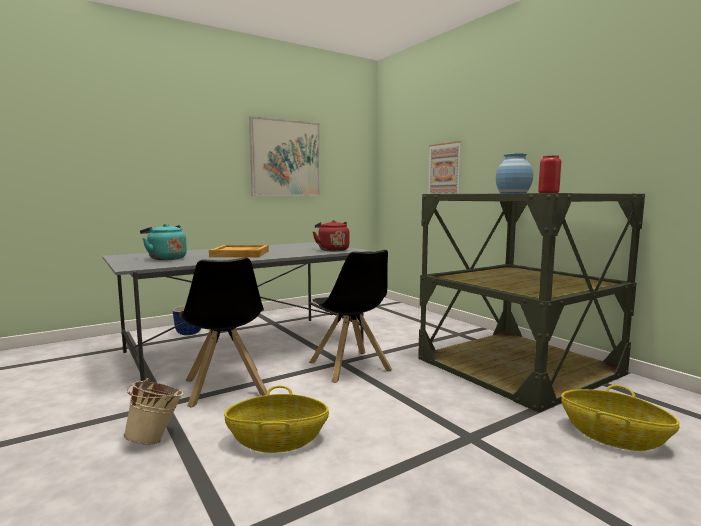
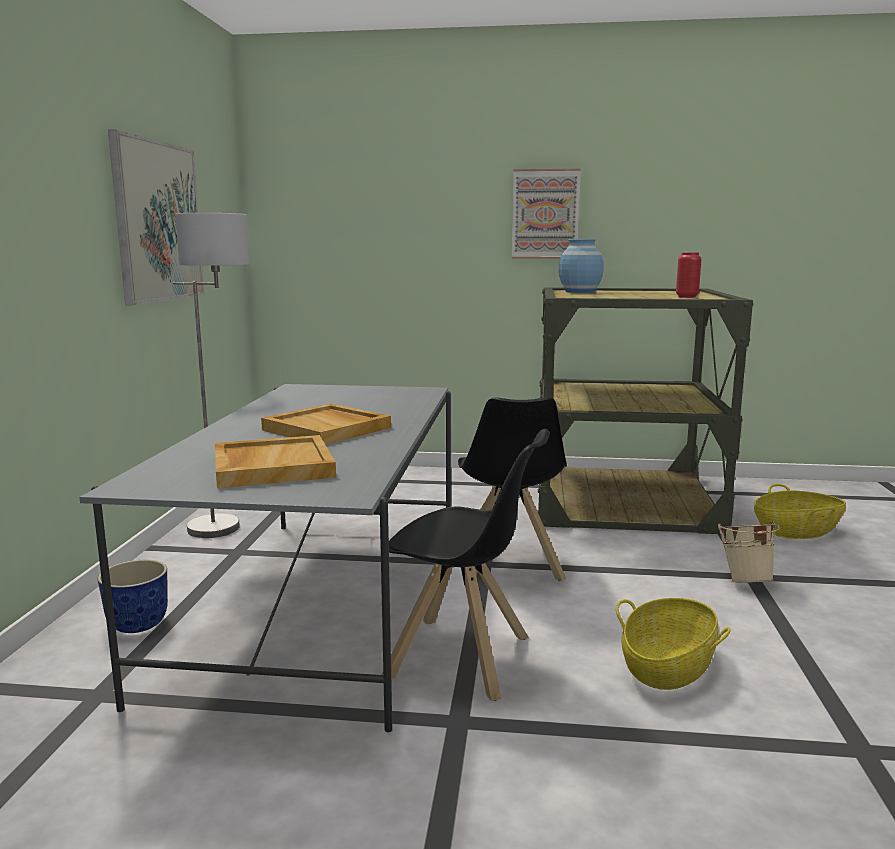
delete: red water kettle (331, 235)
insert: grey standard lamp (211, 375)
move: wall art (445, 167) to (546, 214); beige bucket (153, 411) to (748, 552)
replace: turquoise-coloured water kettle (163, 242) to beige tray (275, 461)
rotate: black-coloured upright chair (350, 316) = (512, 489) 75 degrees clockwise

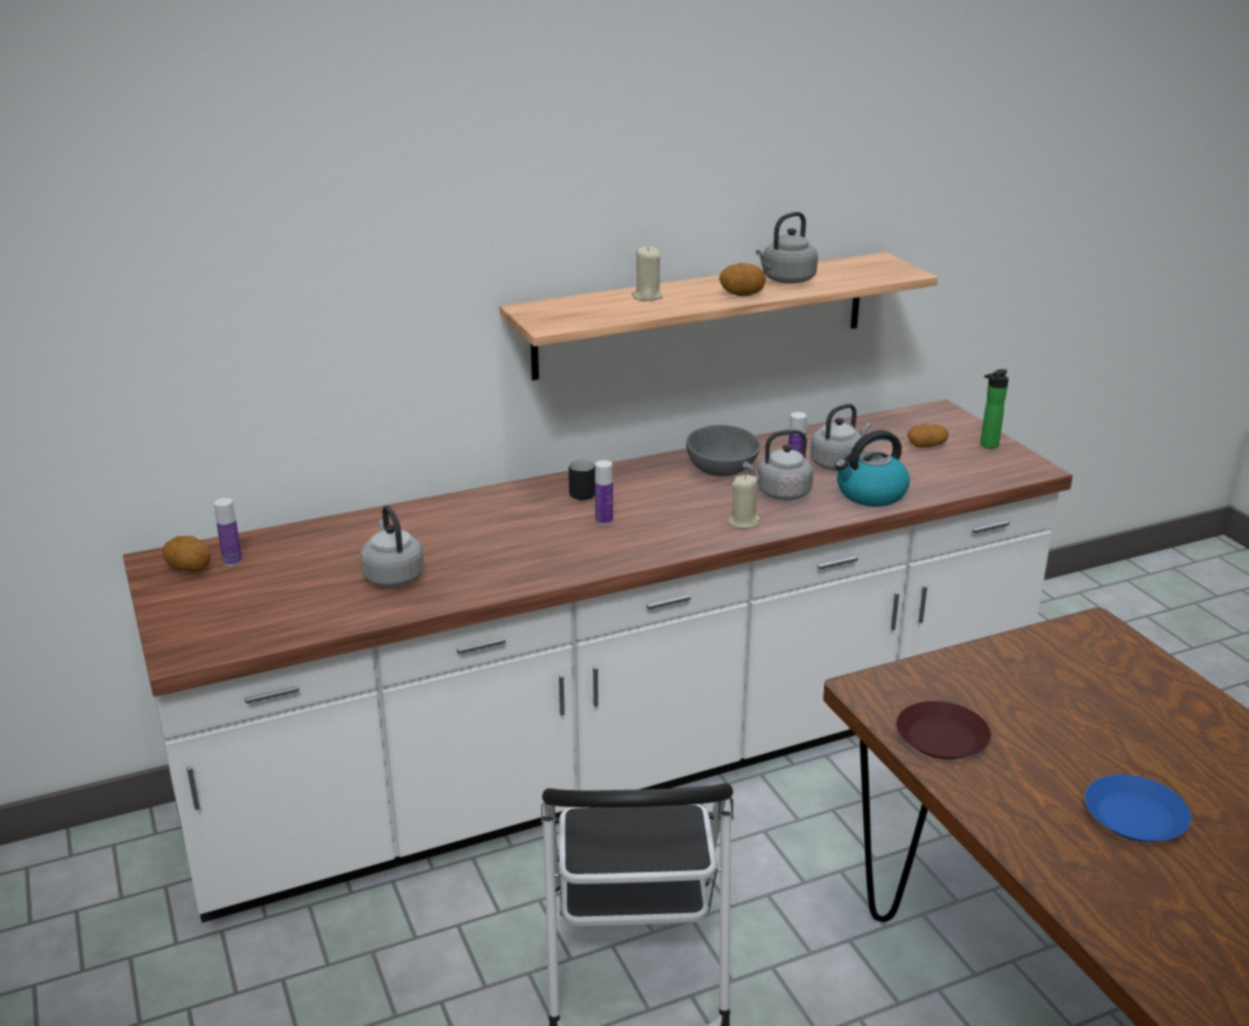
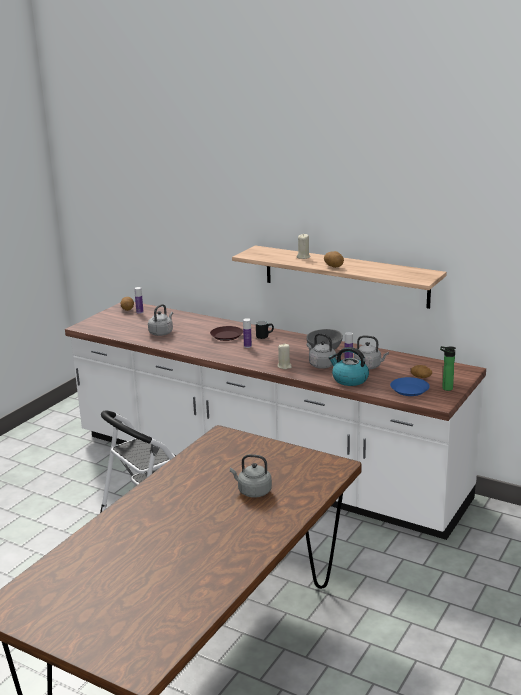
move: grey water kettle (787, 248) to (251, 476); brownish plate (943, 730) to (226, 333); blue-coloured plate (1138, 808) to (410, 386)

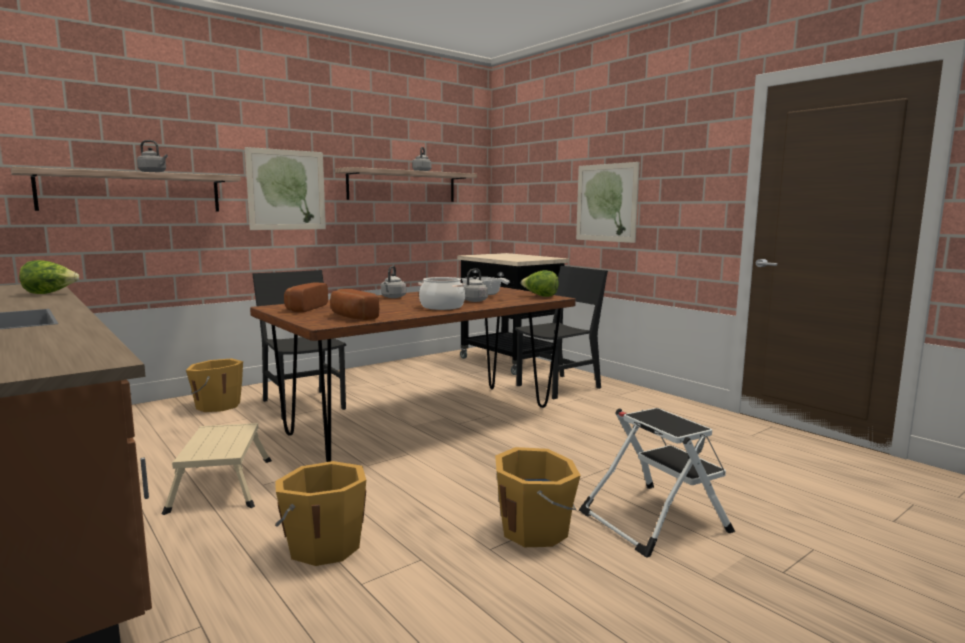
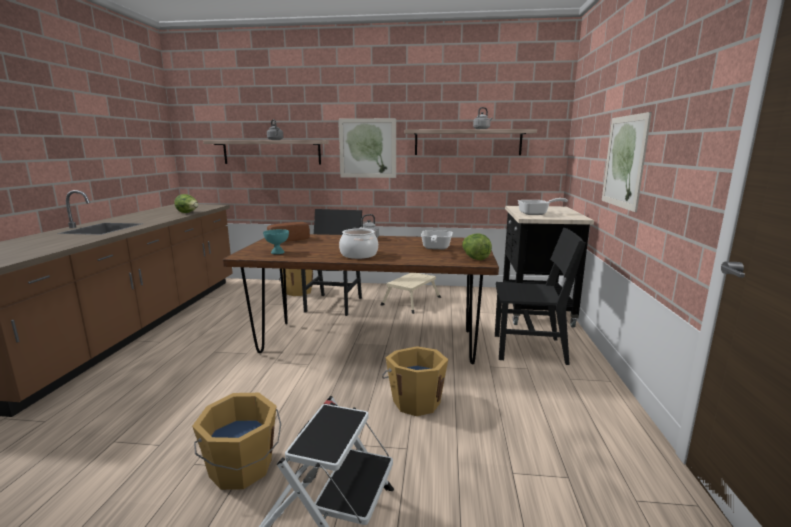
delete: grey water kettle (476, 285)
insert: frying pan (543, 206)
move: beige step stool (217, 469) to (411, 293); orange-coloured bucket (320, 513) to (415, 381)
replace: bakery bread (354, 304) to turquoise-coloured deep dish (276, 241)

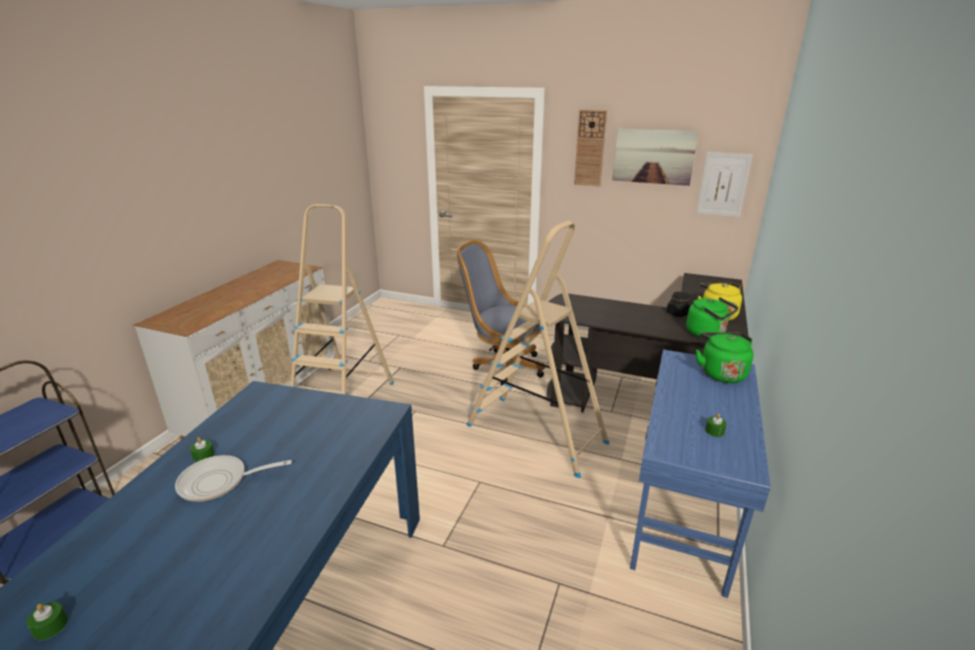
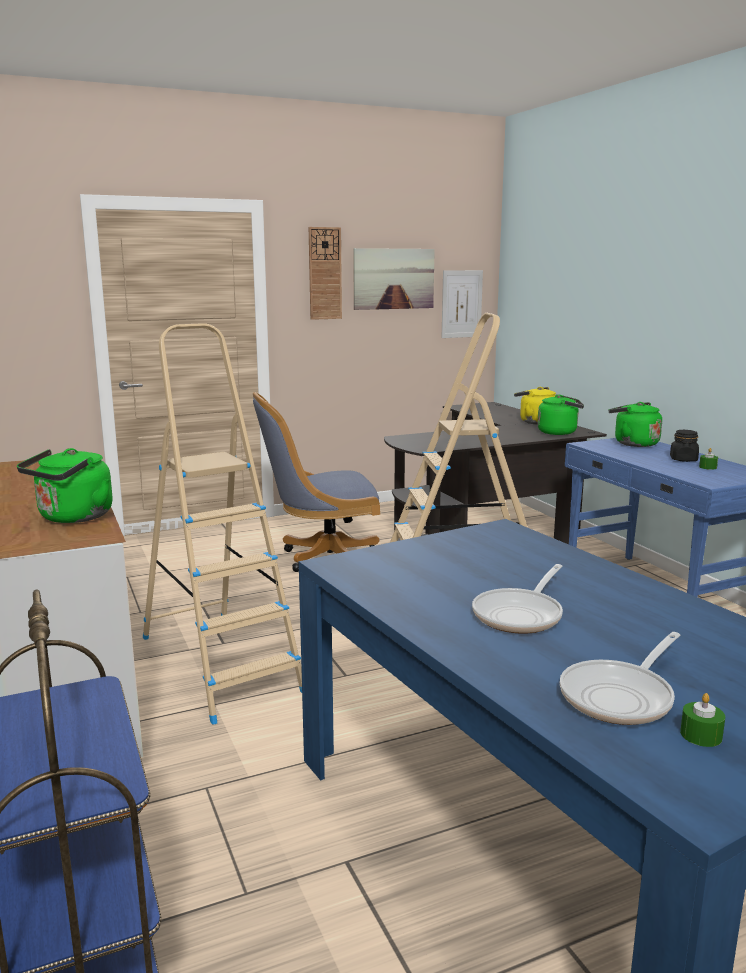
delete: green wax candle (202, 449)
insert: green water kettle (65, 485); frying pan (620, 678)
move: black-coloured preserve jar (678, 304) to (684, 446)

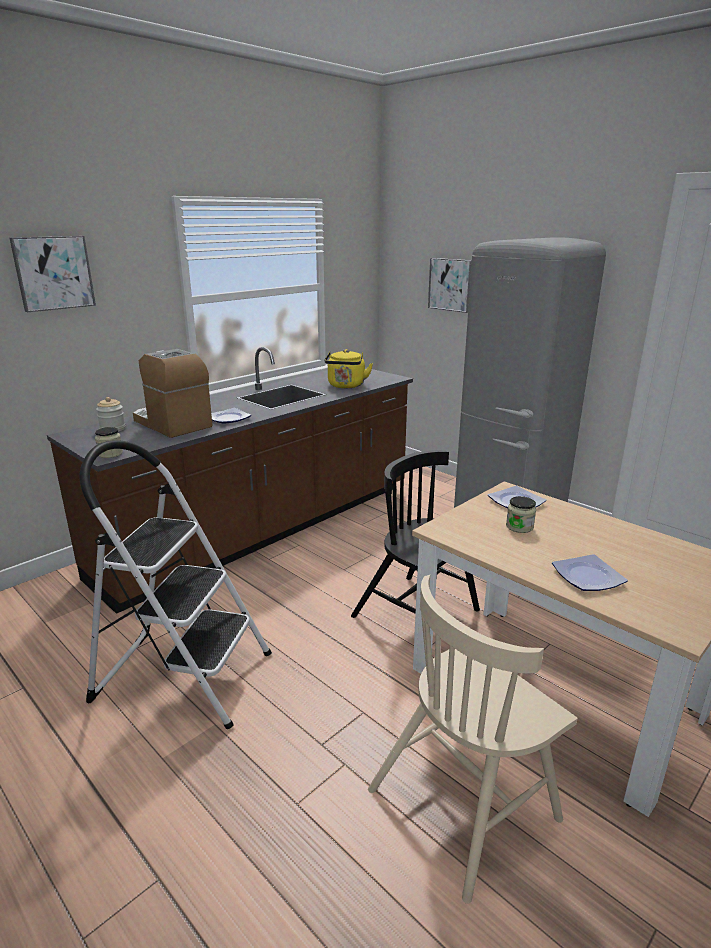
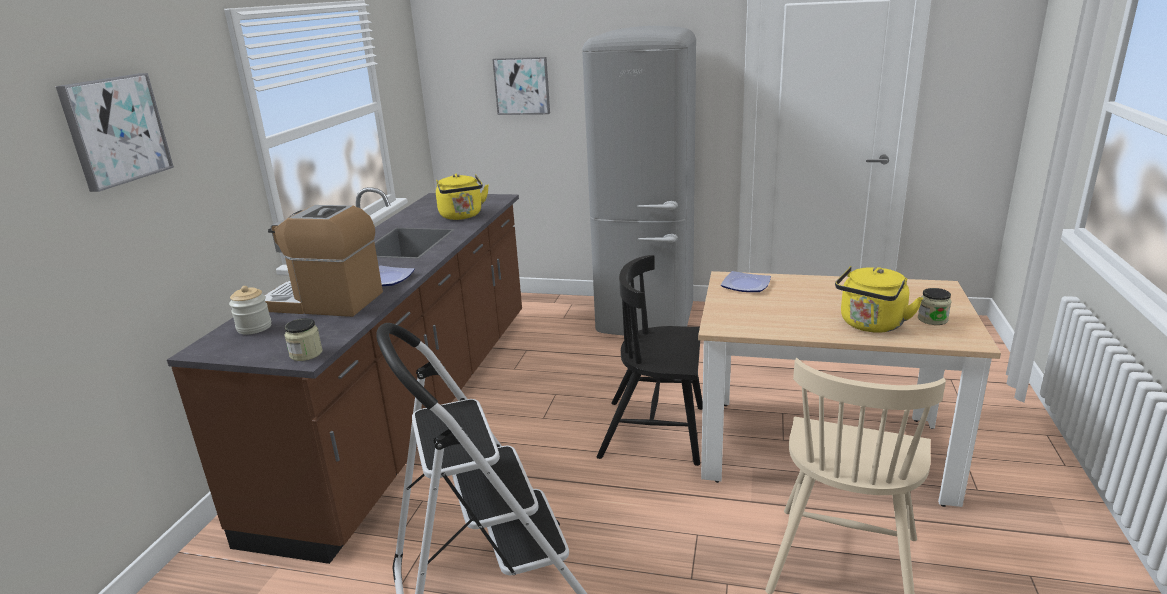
move: preserve jar (521, 514) to (934, 306)
replace: plate (590, 572) to yellow water kettle (879, 299)

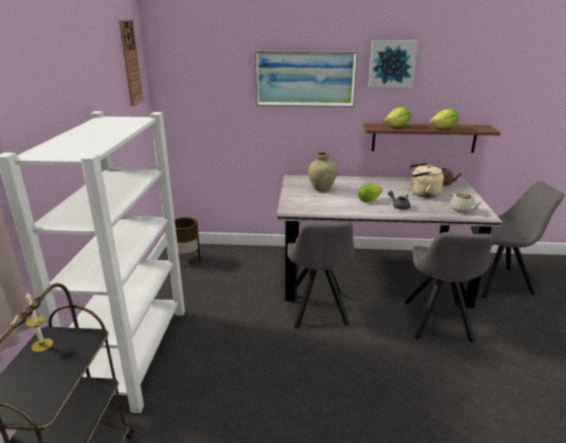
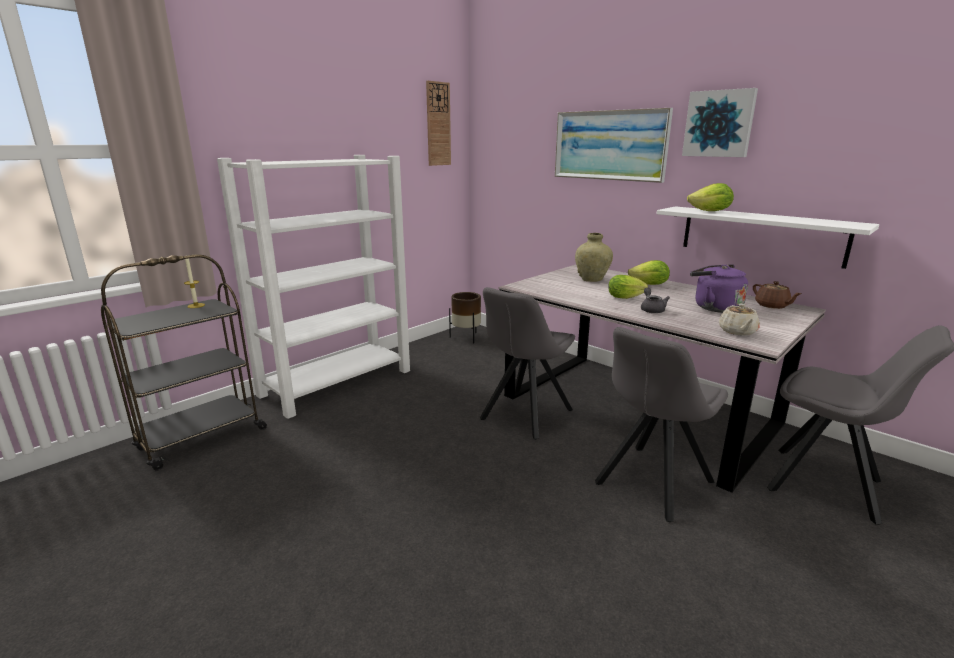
move: lettuce head (444, 118) to (649, 272)
recolor: brownish bracket shelf (432, 138) to white-coloured bracket shelf (768, 237); beige water kettle (426, 180) to purplish water kettle (719, 288)

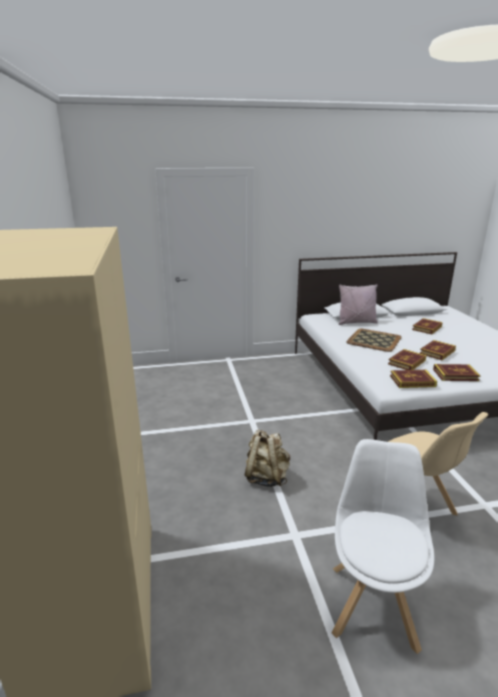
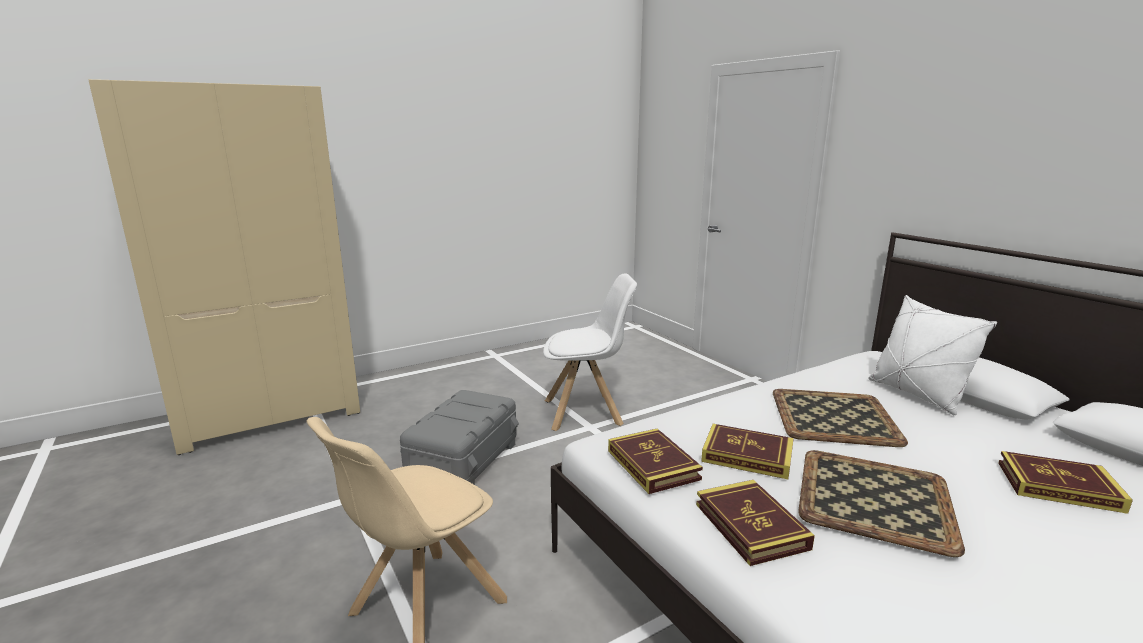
move: white-coloured upright chair (382, 546) to (590, 352)
replace: bound book (438, 350) to tray (881, 503); beige knapsack (267, 458) to grey storage bin (459, 437)
recolor: purplish throw pillow (358, 304) to white-coloured throw pillow (933, 355)

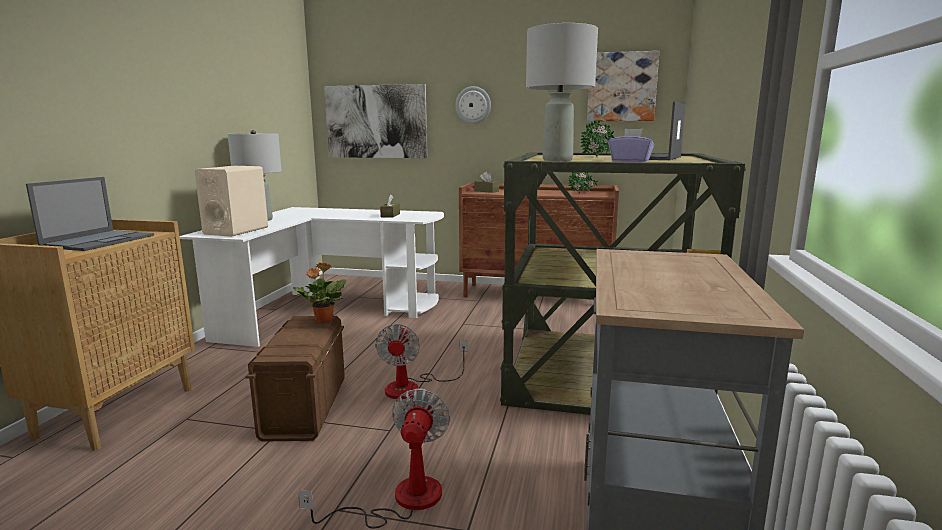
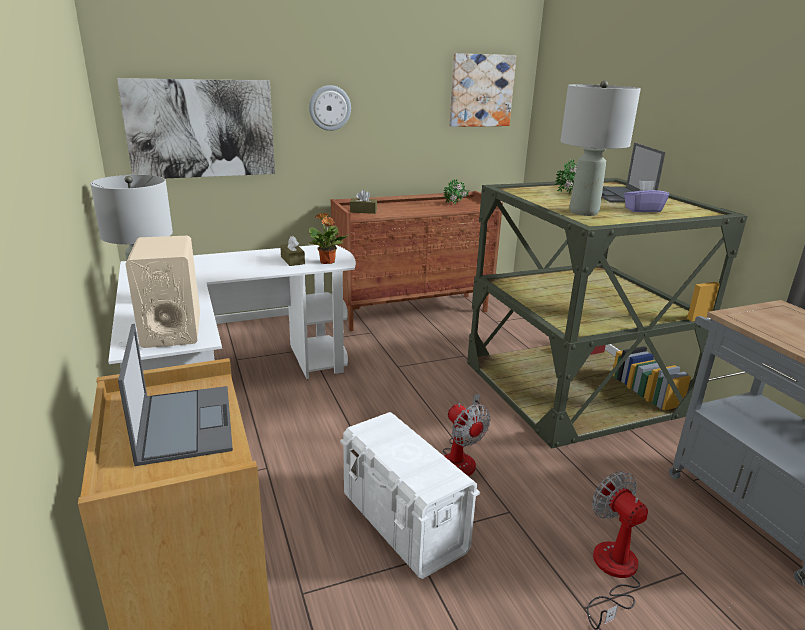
move: plant in a pot (319, 292) to (328, 238)
recolor: brownish storage bin (295, 379) to white-coloured storage bin (410, 495)

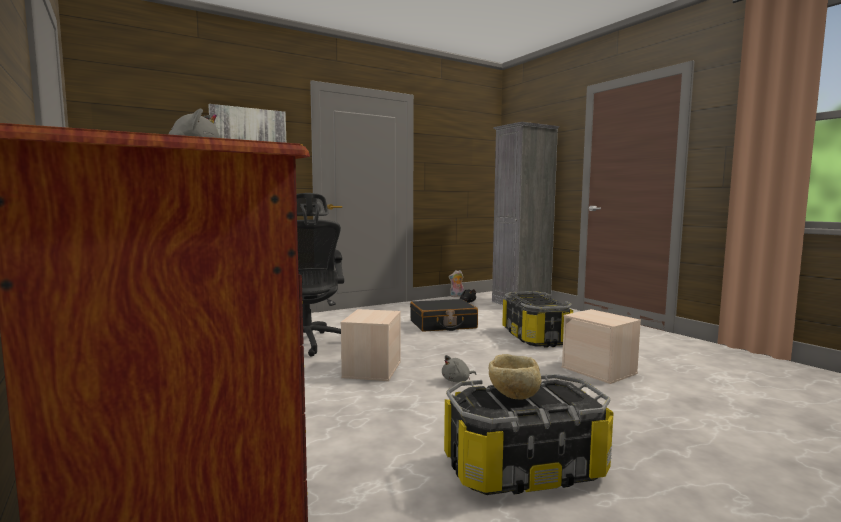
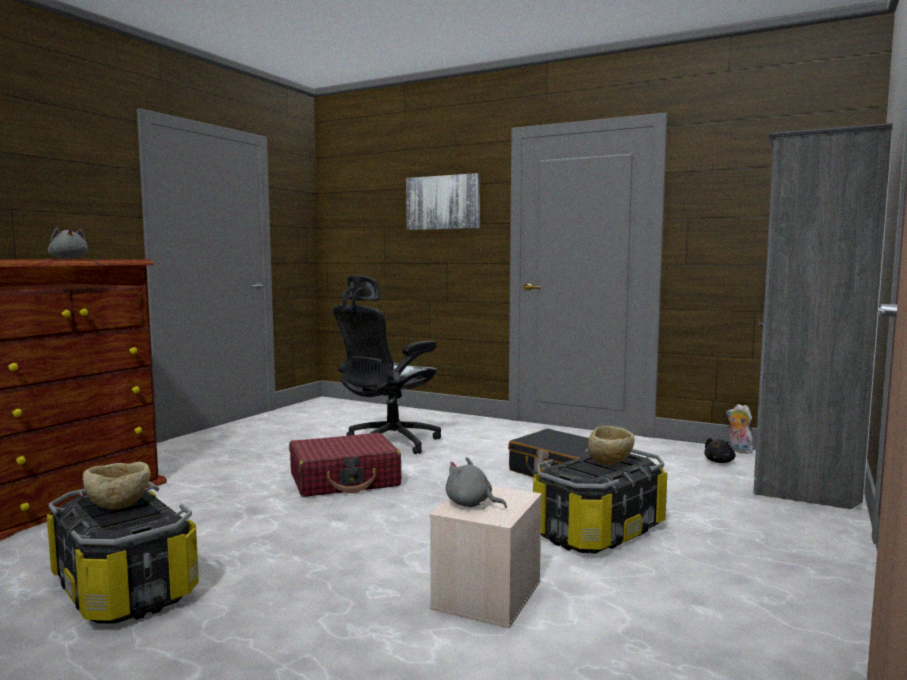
insert: beige deep dish (611, 445)
move: grey plush toy (459, 368) to (476, 483)
replace: beige storage bin (370, 345) to red suitcase (345, 465)

